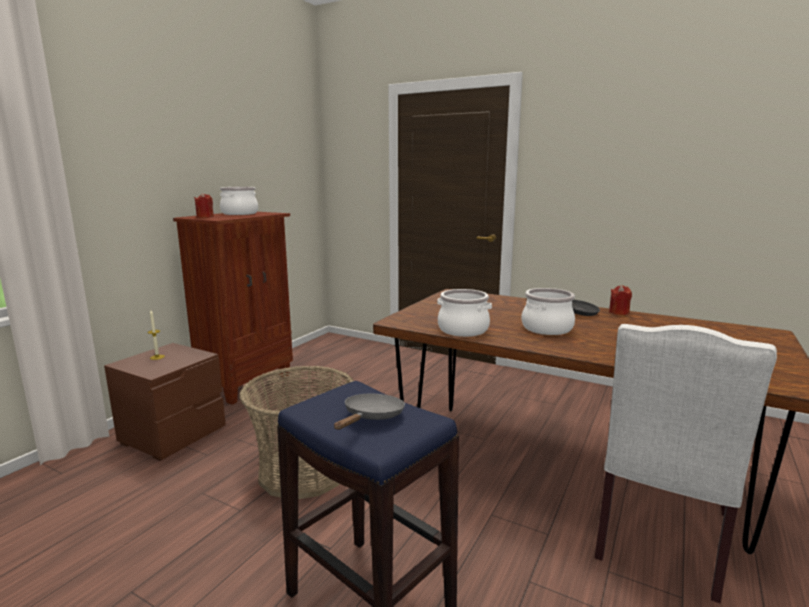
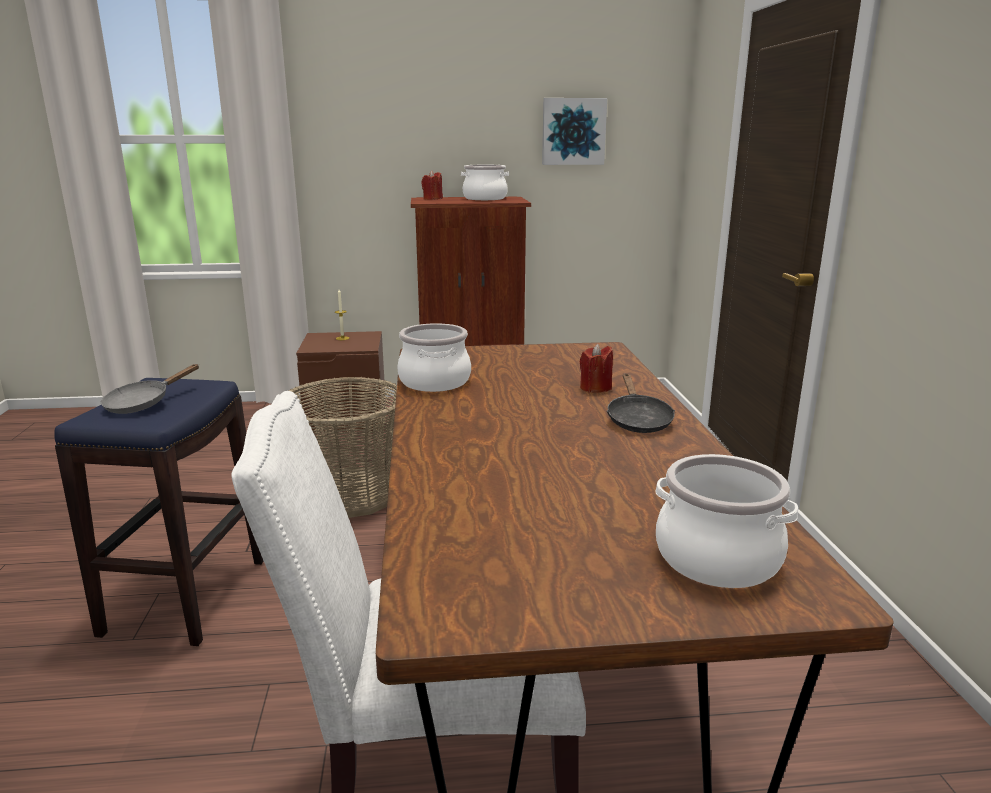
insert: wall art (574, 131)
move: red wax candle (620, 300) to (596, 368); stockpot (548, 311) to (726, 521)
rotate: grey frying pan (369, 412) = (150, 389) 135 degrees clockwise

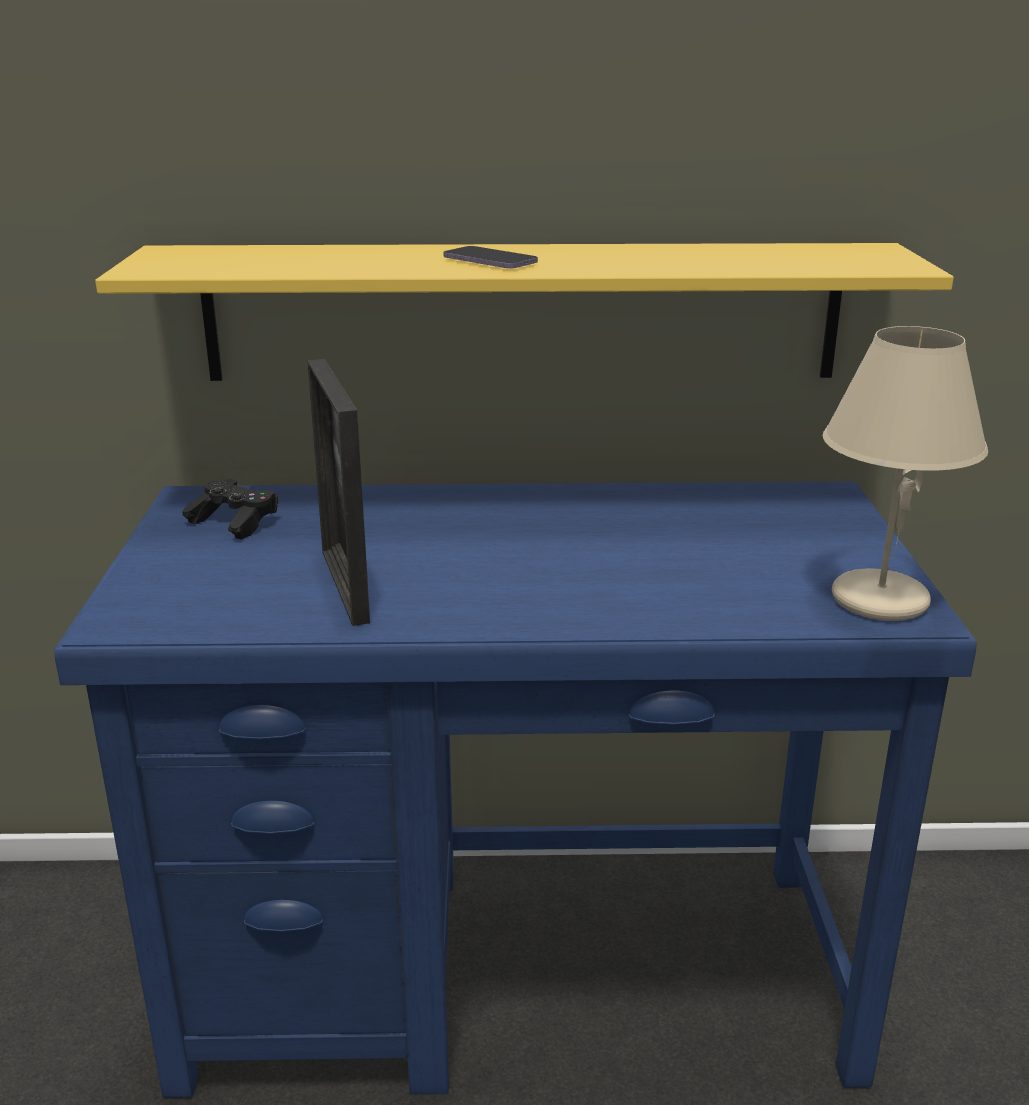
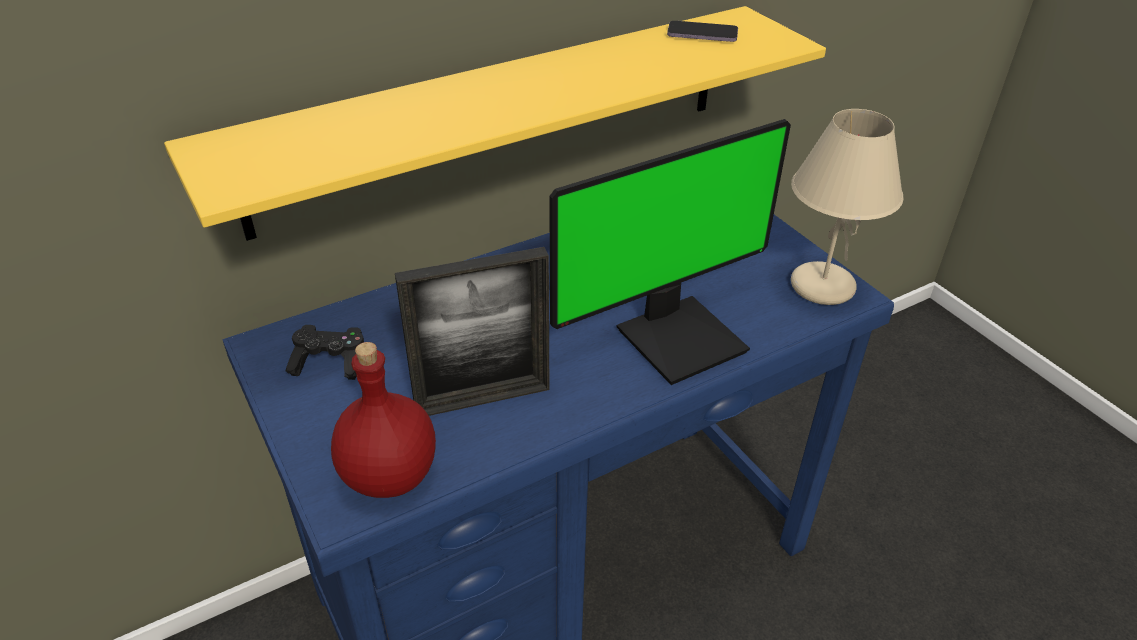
insert: computer screen (670, 252); red bottle (383, 420)
move: handset (490, 257) to (702, 31)
rotate: picture frame (338, 492) = (472, 331) 60 degrees counterclockwise

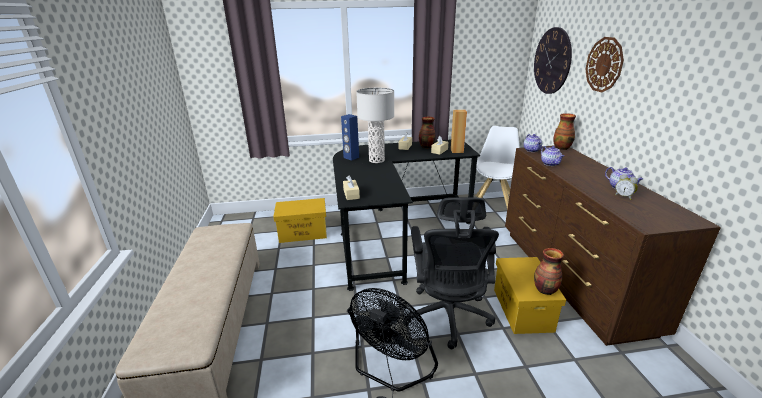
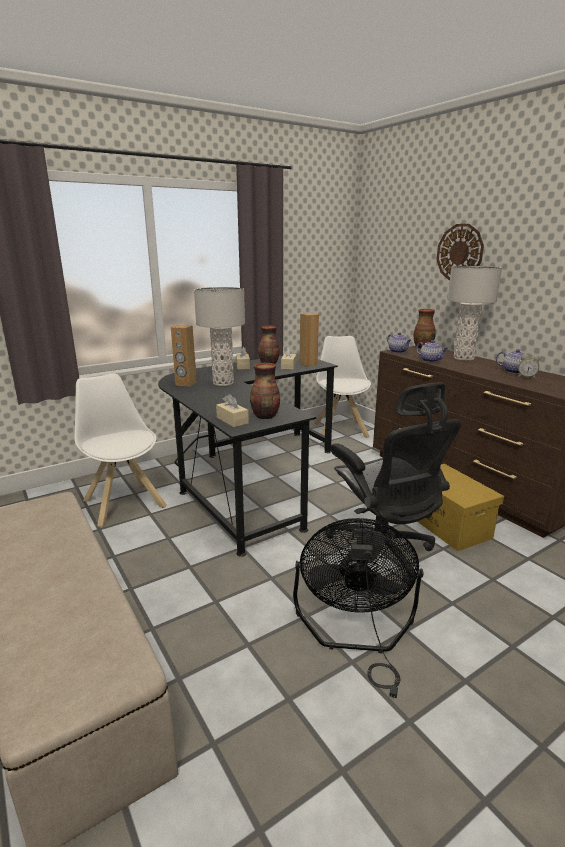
delete: clock on the wall (553, 60)
insert: white-coloured tabletop lamp (475, 313)
move: flower vase (549, 271) to (265, 391)
replace: yellow storage bin (300, 220) to white-coloured upright chair (121, 450)
recolor: blue-coloured audio speaker (350, 137) to brownish audio speaker (184, 356)

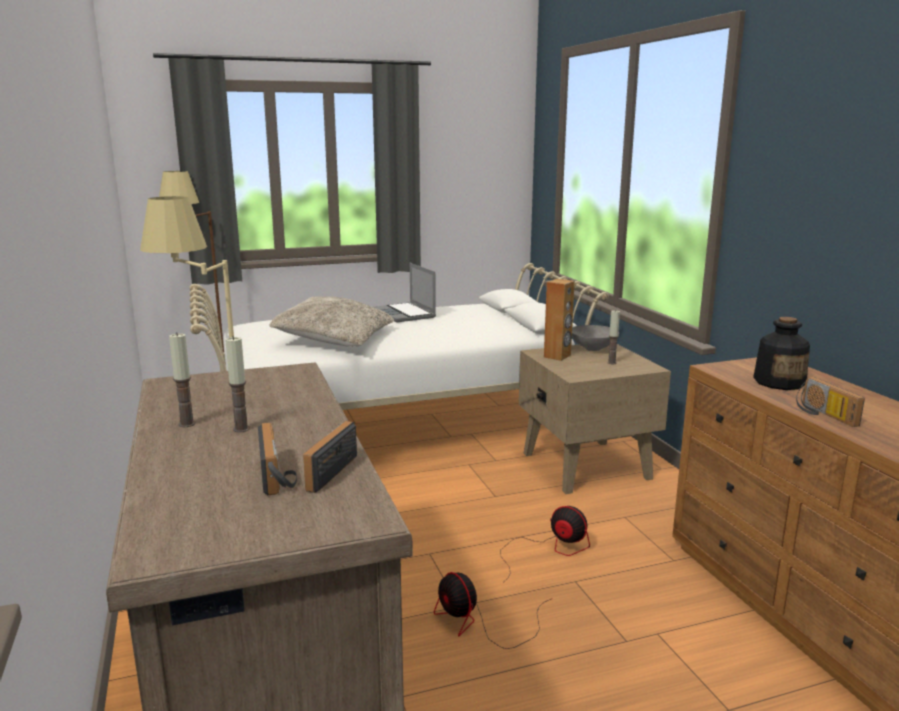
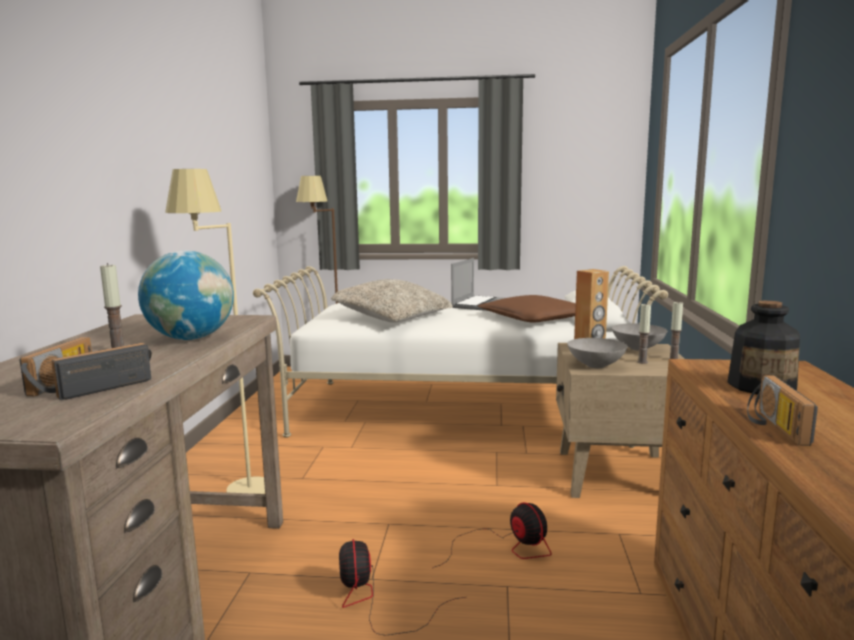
insert: world globe (186, 295); brownish throw pillow (527, 309); grey deep dish (597, 353)
move: wax candle (182, 379) to (676, 330)
rotate: notebook computer (405, 293) = (477, 284) 150 degrees counterclockwise

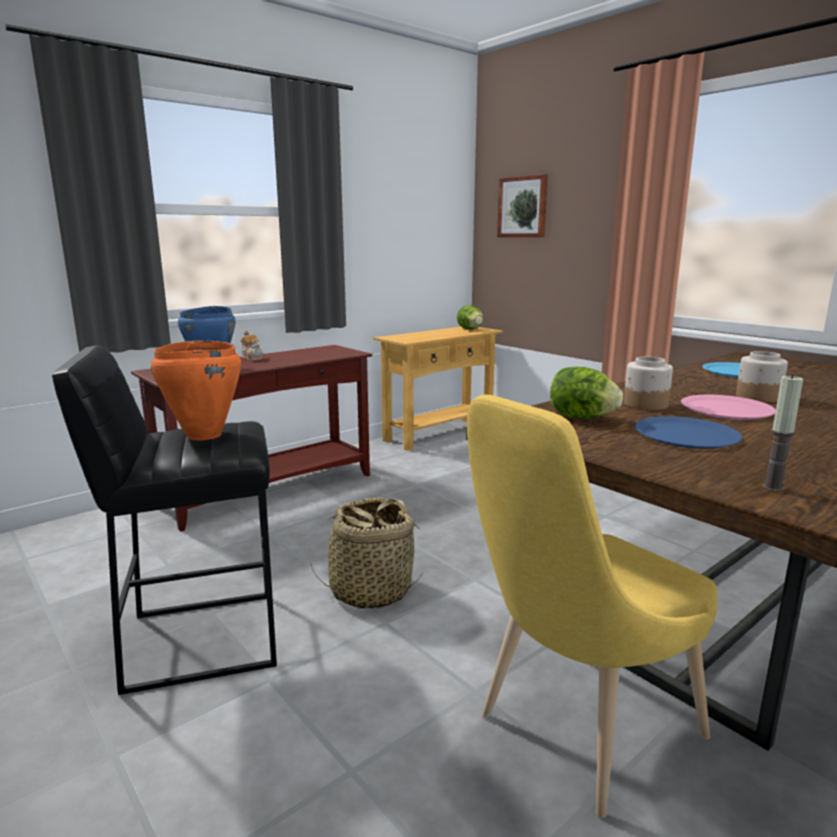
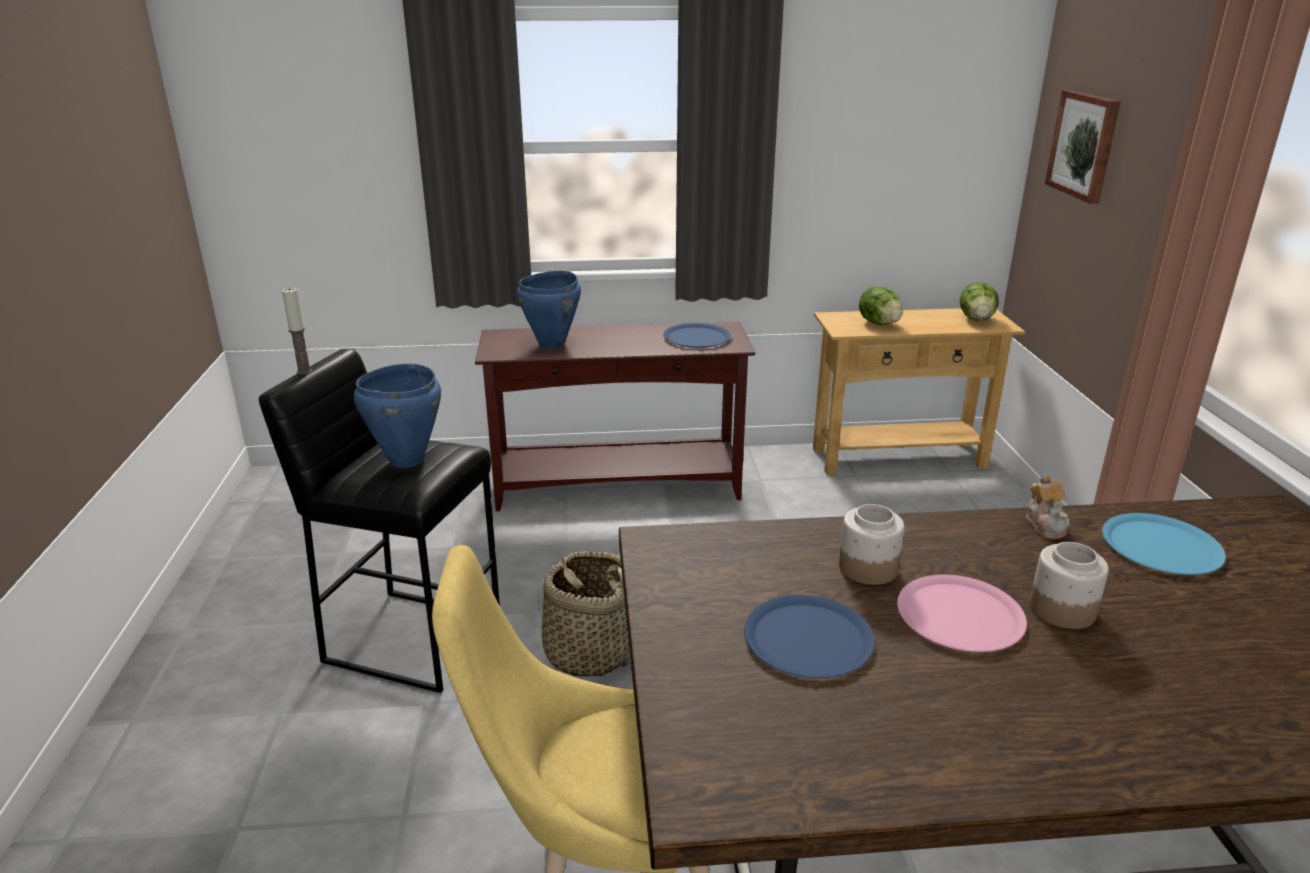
insert: blue-coloured plate (697, 335)
move: teapot (252, 345) to (1048, 507); lettuce head (586, 392) to (881, 305); wax candle (782, 433) to (297, 331)
recolor: orange-coloured stockpot (196, 390) to blue-coloured stockpot (397, 416)

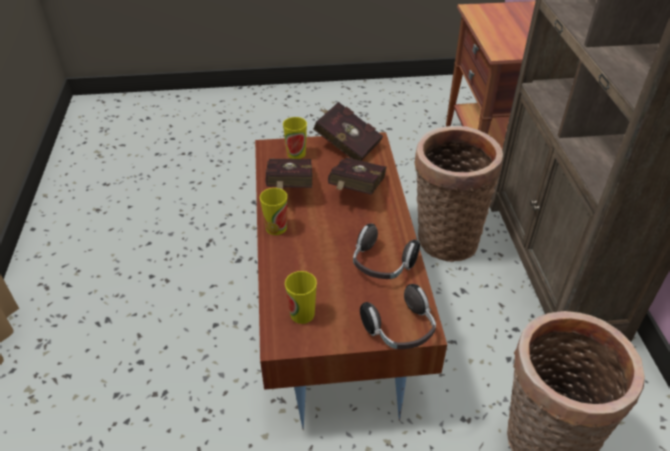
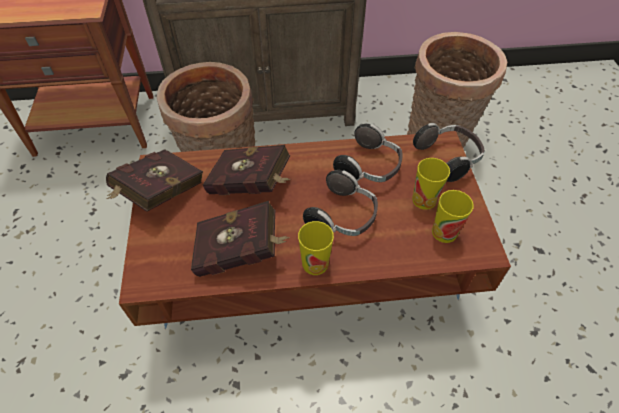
insert: headset (340, 203)
move: cup (295, 138) to (431, 184)

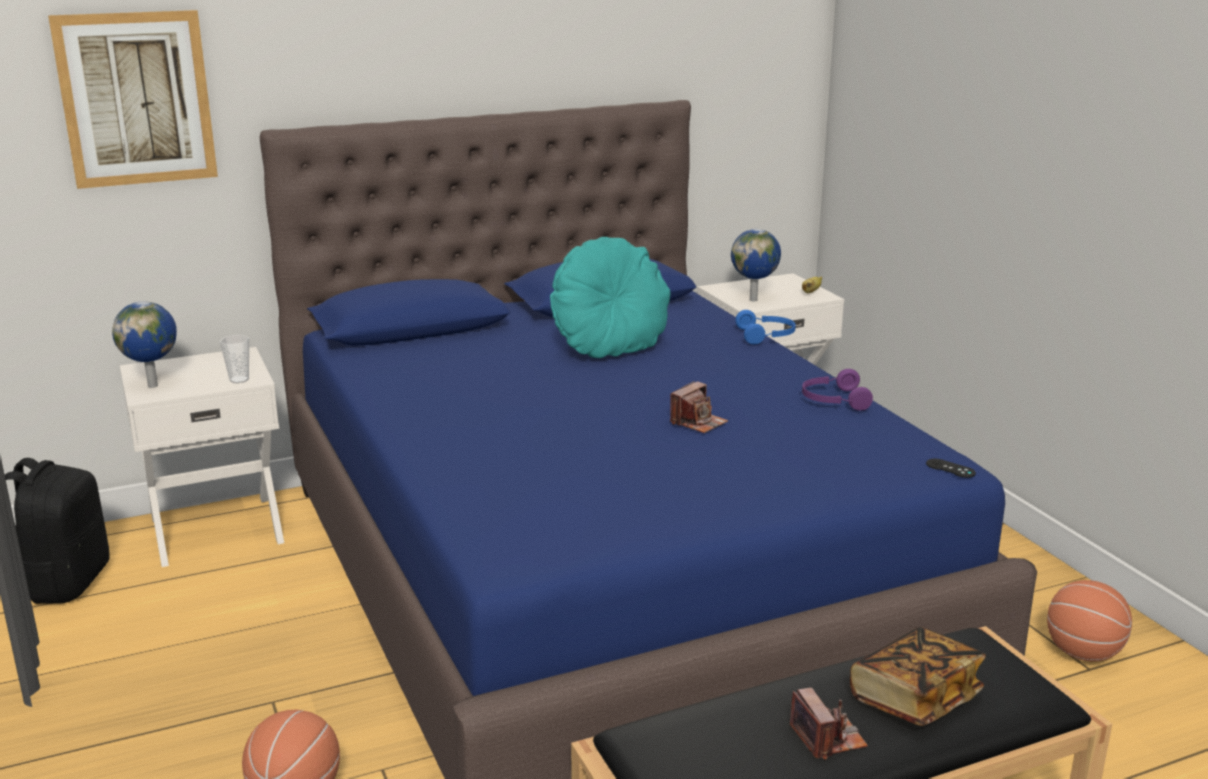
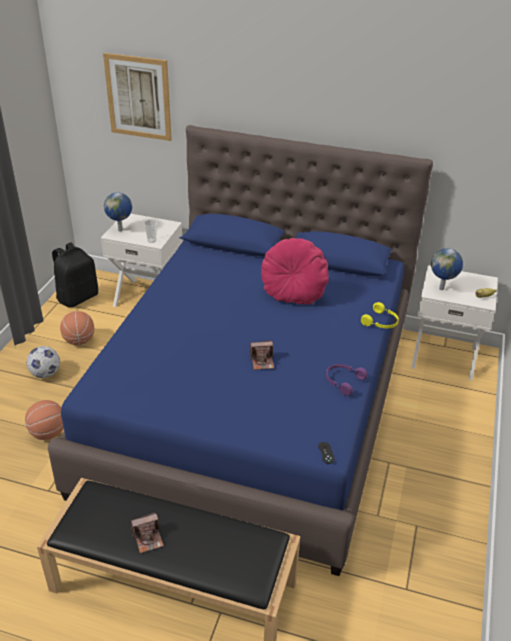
delete: bound book (918, 676)
insert: football ball (43, 362)
move: ball for basketball (1089, 621) to (77, 328)
recolor: turquoise-coloured throw pillow (610, 297) to pink throw pillow (295, 271); blue-coloured headset (765, 327) to yellow headset (380, 315)
rotate: photo camera (829, 723) = (147, 532) 45 degrees clockwise

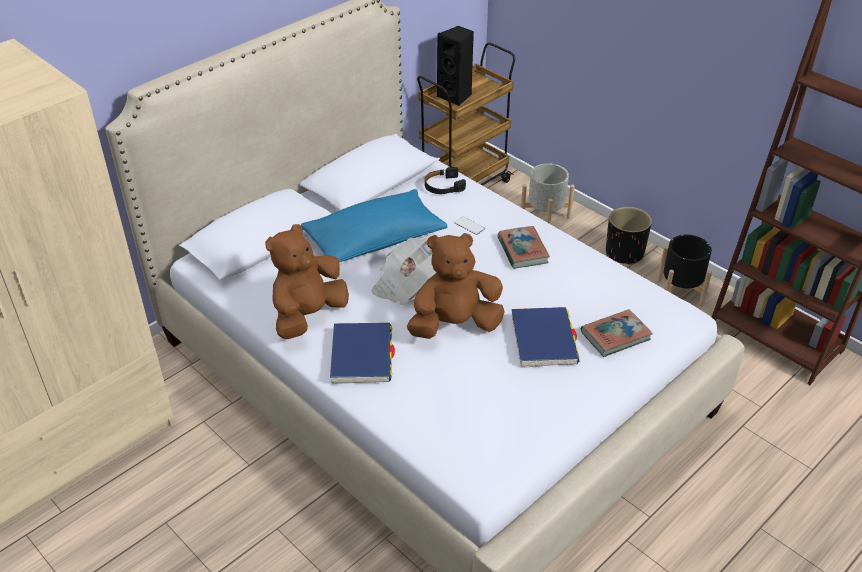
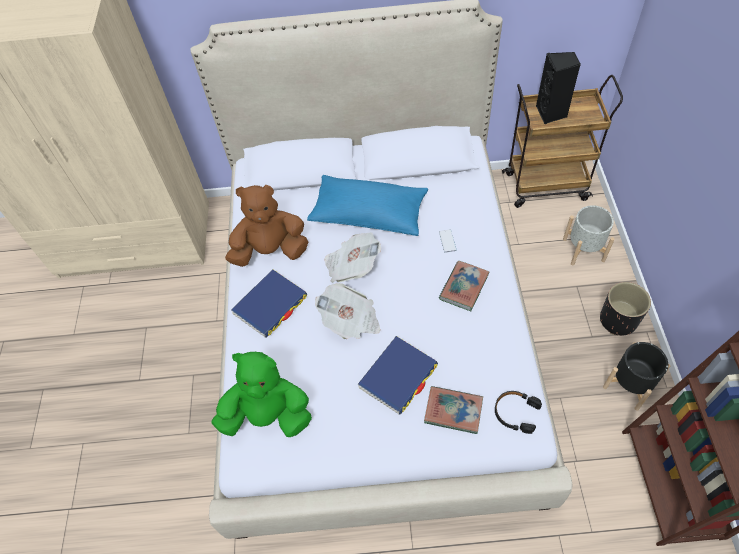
insert: green plush toy (261, 394)
move: black-coloured headset (445, 180) to (518, 412)
replace: brownish plush toy (456, 286) to daily paper (348, 311)

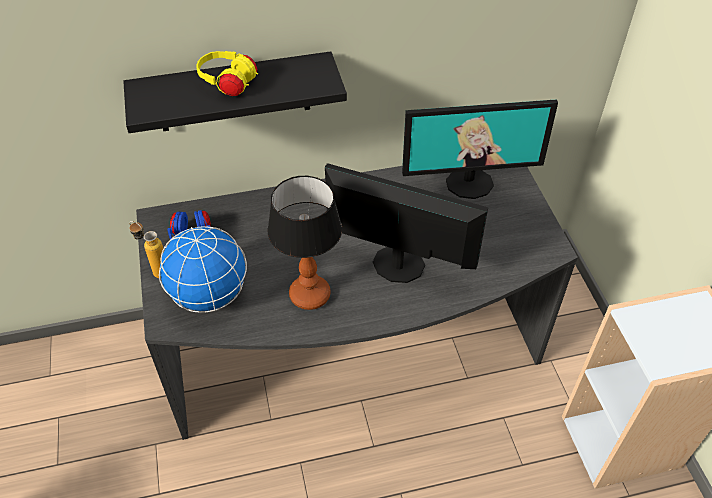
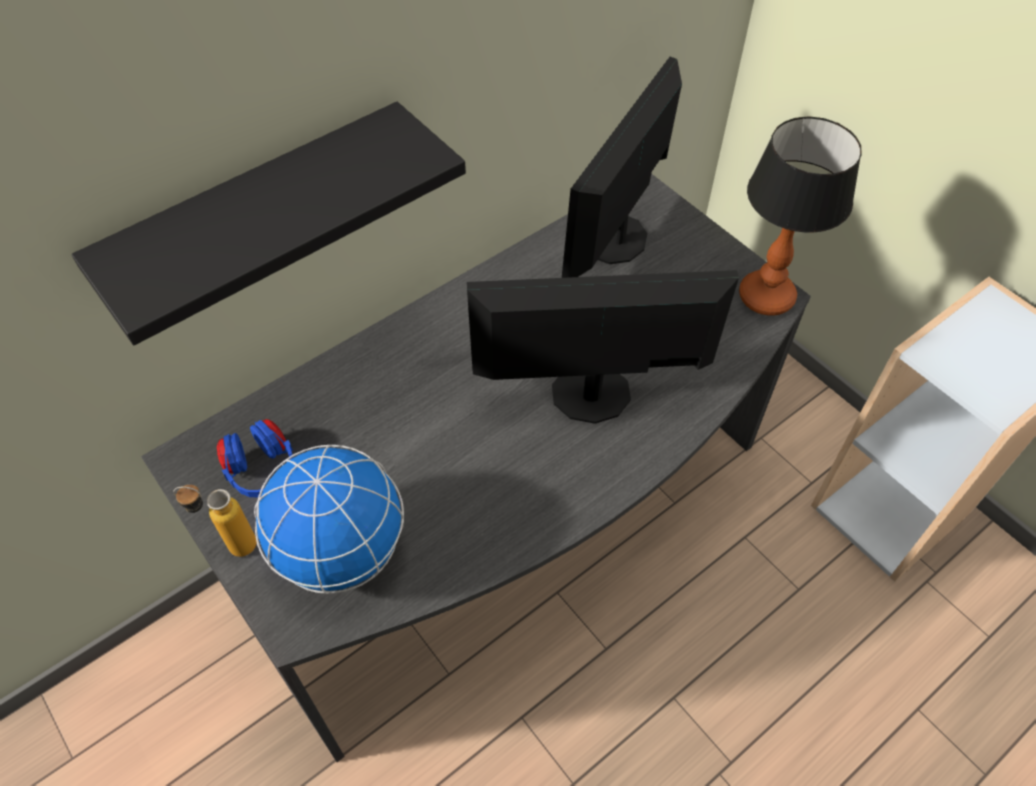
delete: yellow headset (227, 73)
move: tabletop lamp (305, 243) to (800, 216)
rotate: computer screen (480, 149) = (622, 167) 150 degrees clockwise

